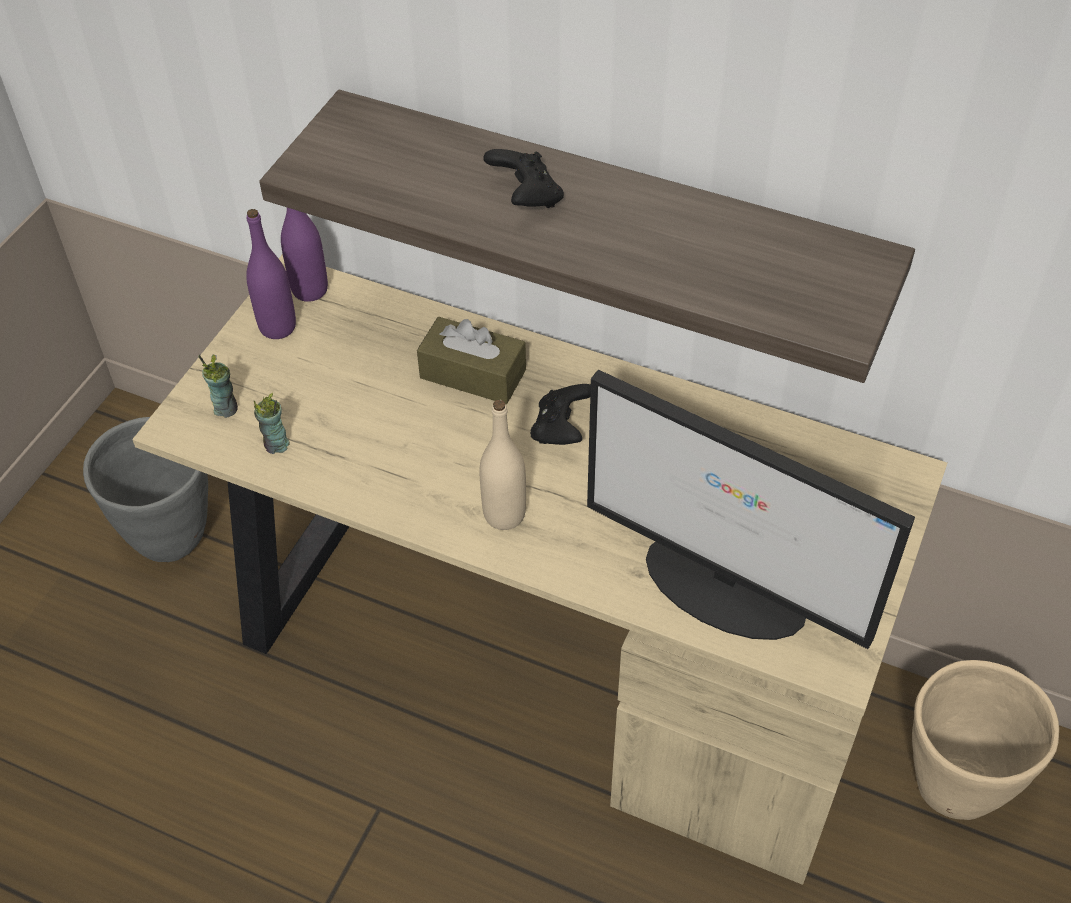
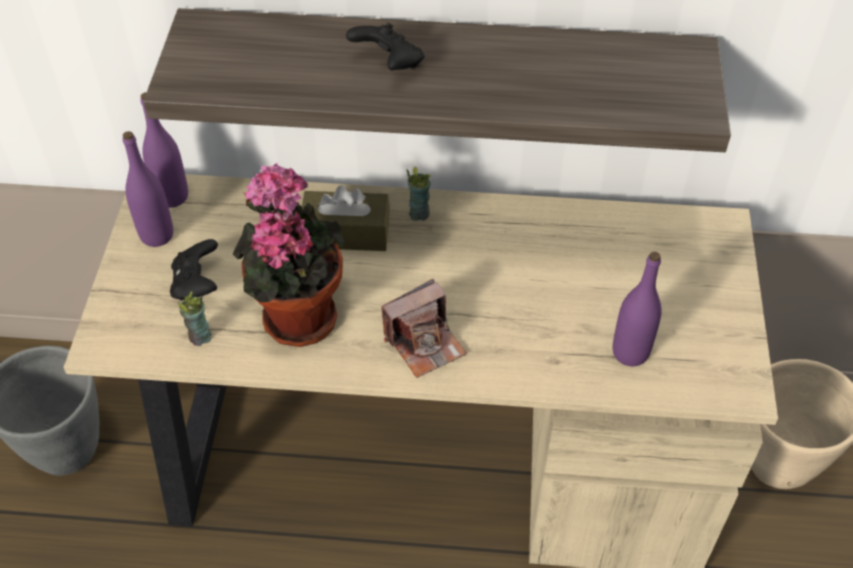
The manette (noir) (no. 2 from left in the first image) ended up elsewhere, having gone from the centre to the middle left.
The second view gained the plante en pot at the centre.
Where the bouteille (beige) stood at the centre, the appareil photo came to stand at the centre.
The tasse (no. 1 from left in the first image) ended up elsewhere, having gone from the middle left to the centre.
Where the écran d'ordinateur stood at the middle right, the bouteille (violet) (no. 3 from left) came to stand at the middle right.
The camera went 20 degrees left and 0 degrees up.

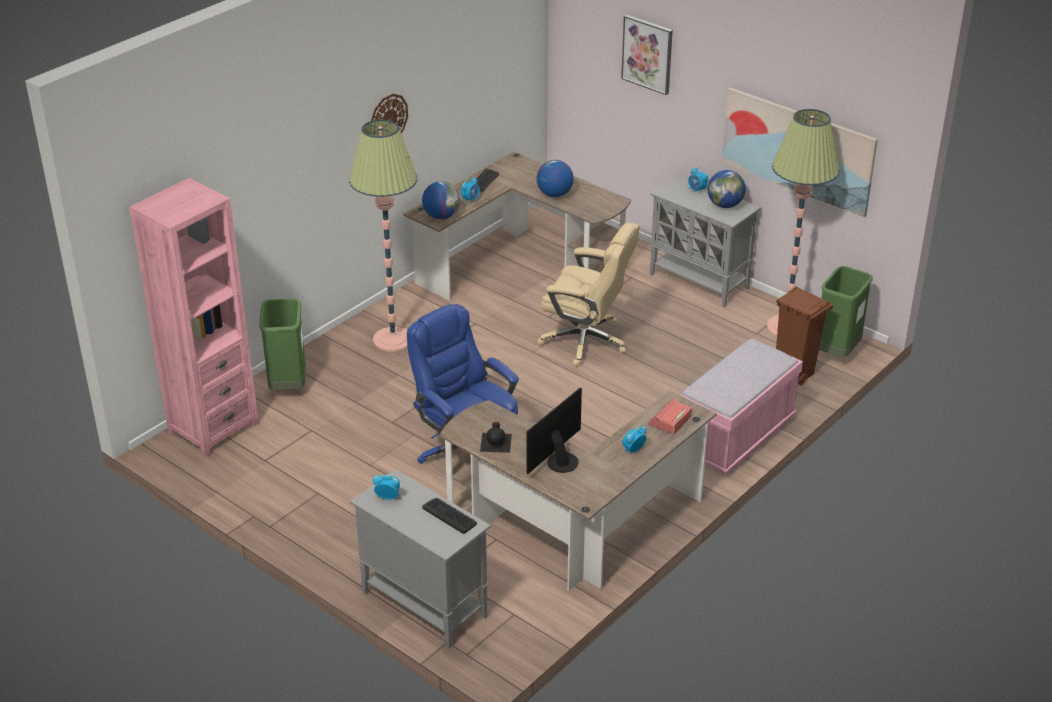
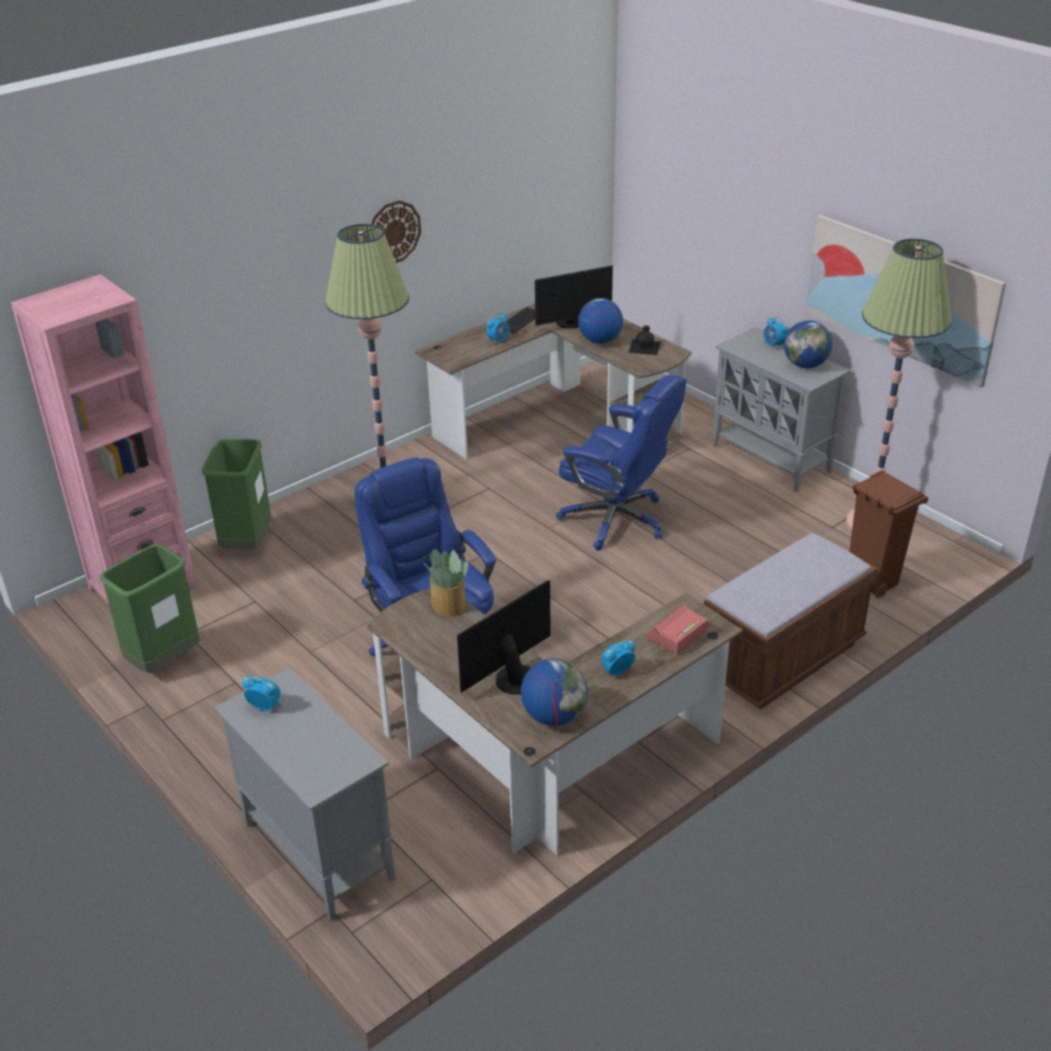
The poubelle (vert) (no. 2 from left in the first image) ended up elsewhere, having gone from the middle right to the middle left.
The second view gained the plante en pot at the centre.
The globe (no. 1 from left) ended up elsewhere, having gone from the top centre to the centre.
The second view gained the écran d'ordinateur (no. 2 from left) at the top centre.
What was the chaise de bureau (beige) at the centre turned into the chaise de bureau (bleu) (no. 2 from left) at the centre.
The bouteille (noir) ended up elsewhere, having gone from the centre to the top centre.
What was the banc (rose) at the middle right turned into the banc (marron) at the middle right.
The second view lost the clavier (no. 1 from left) at the bottom centre.
The second view lost the tableau (no. 1 from left) at the top centre.
The camera went 10 degrees right and 0 degrees up.

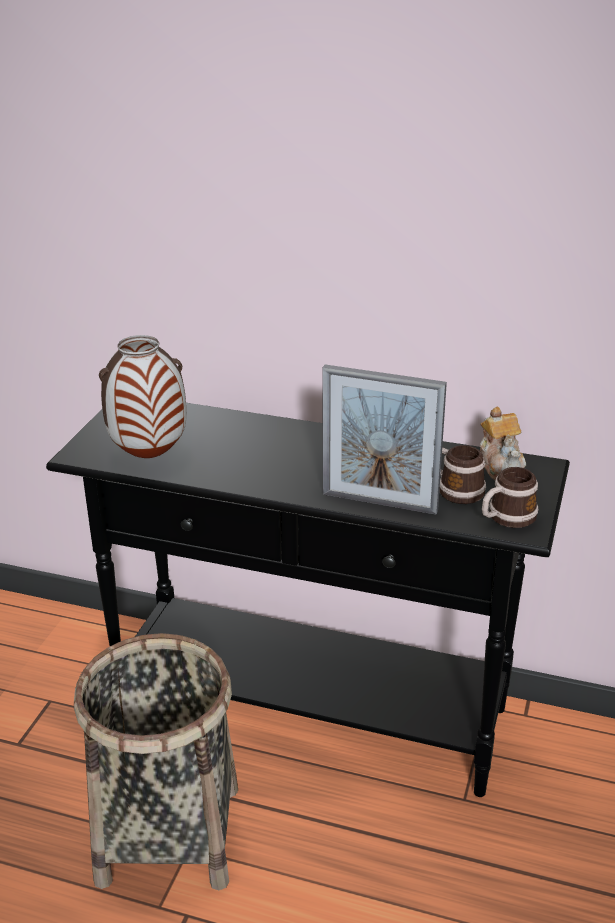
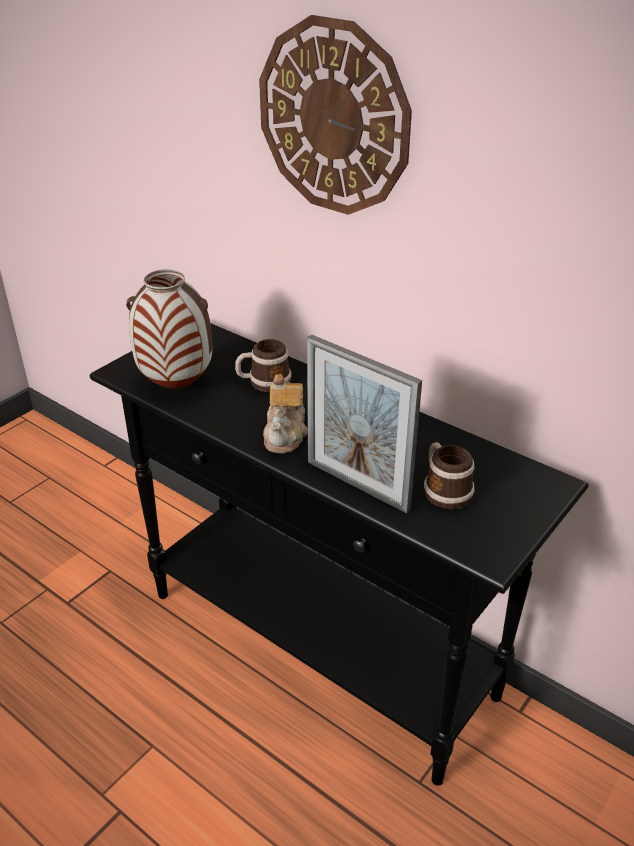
The mug (no. 2 from left in the first image) ended up elsewhere, having gone from the middle right to the centre.
The second view gained the horloge murale at the top centre.
The théière ended up elsewhere, having gone from the middle right to the centre.
The second view lost the panier at the bottom left.
The camera went 20 degrees right and 5 degrees up.

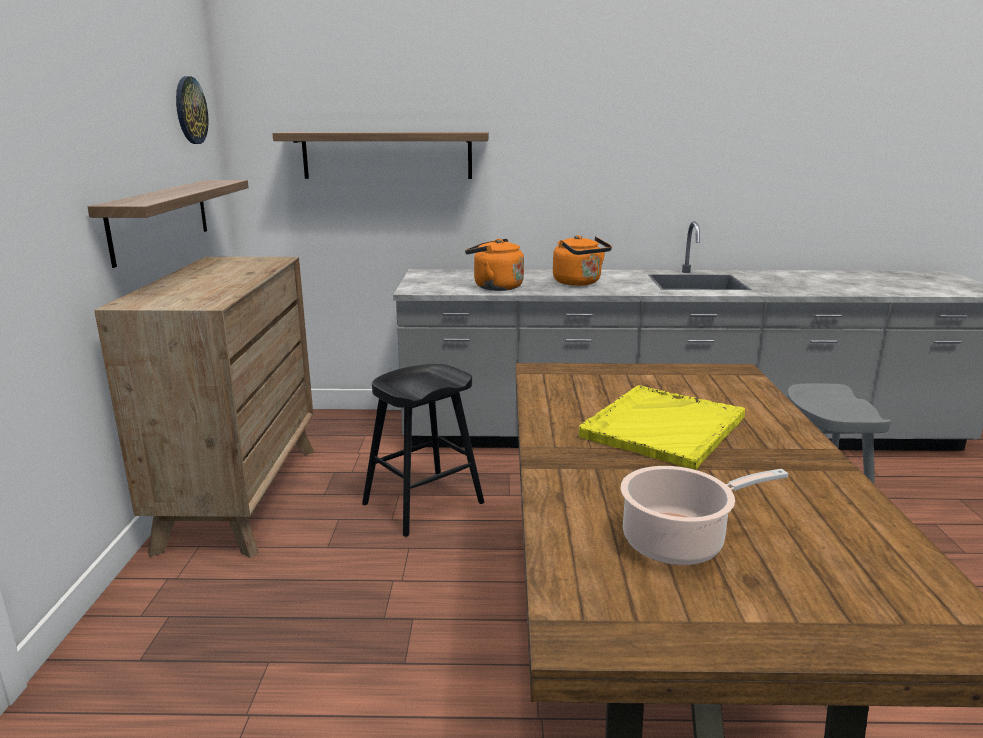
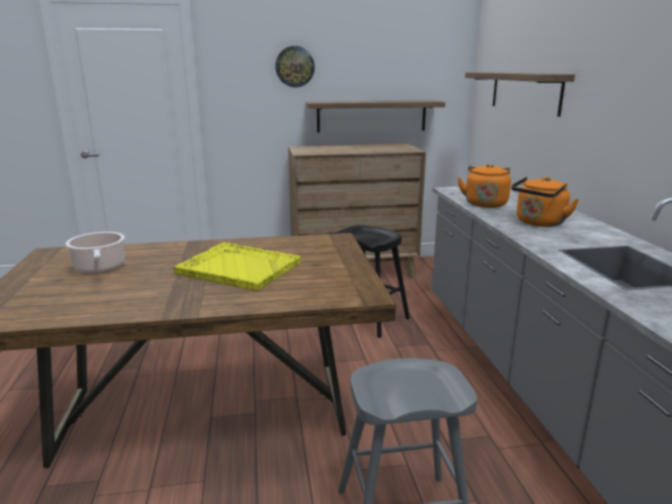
The horloge murale ended up elsewhere, having gone from the top left to the top centre.
The camera went 80 degrees right and 0 degrees up.

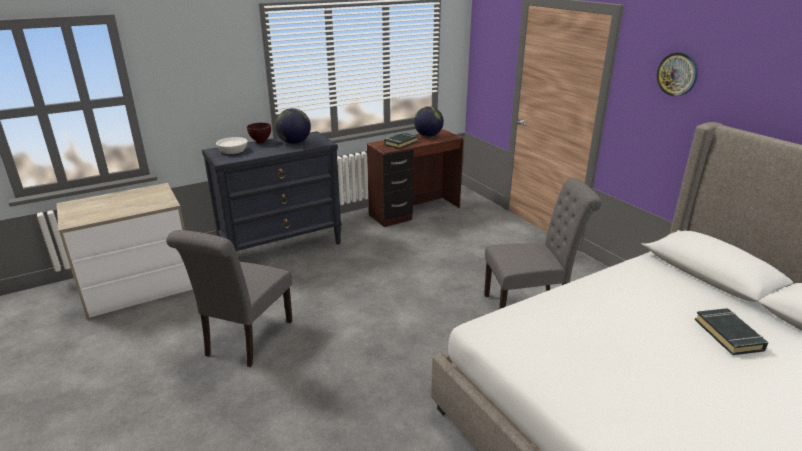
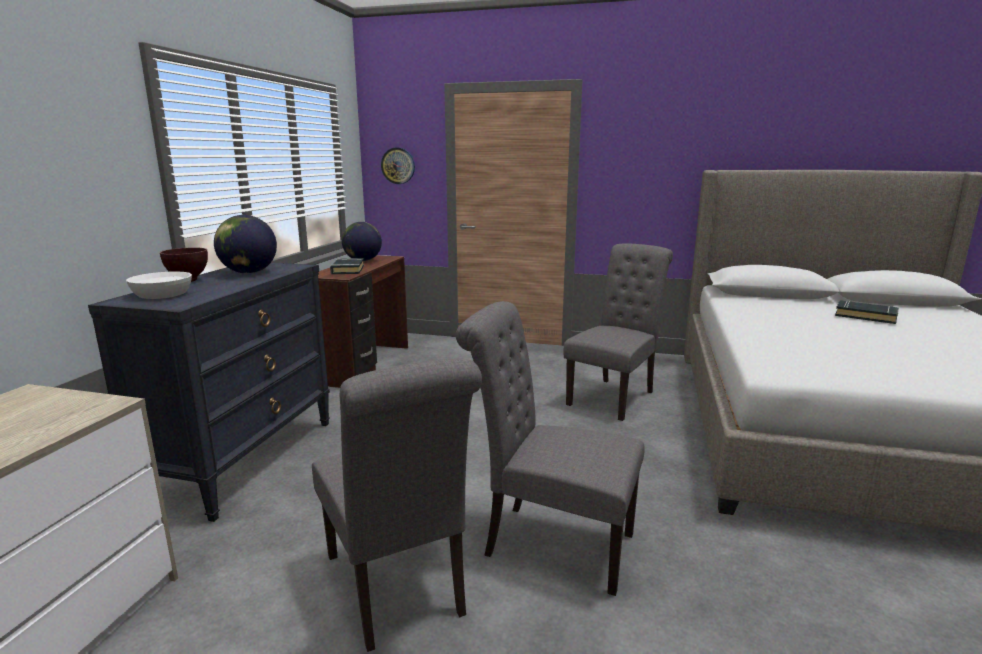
The horloge murale ended up elsewhere, having gone from the top right to the top centre.
The second view gained the chaise (gris) (no. 2 from left) at the bottom centre.
The camera went 45 degrees left and 10 degrees down.

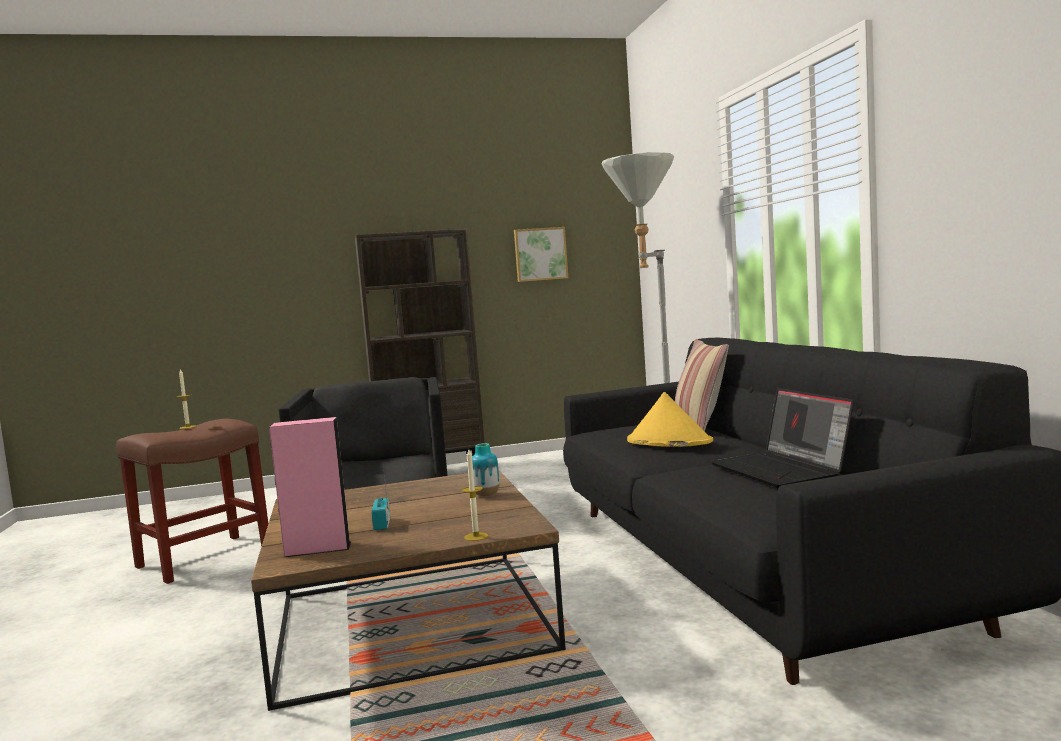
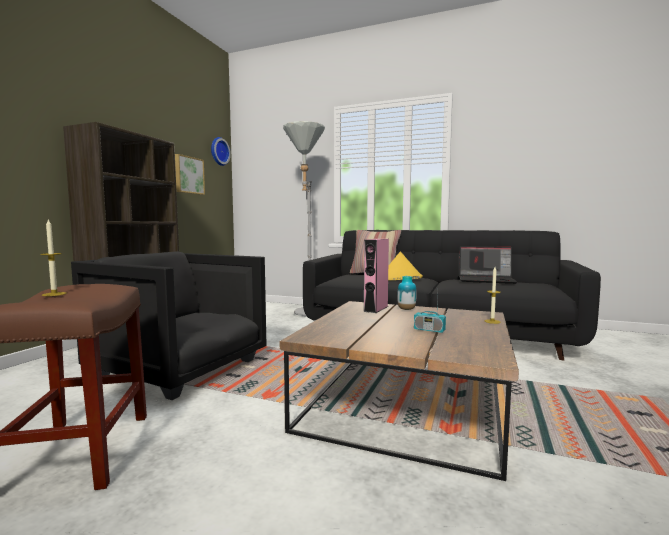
The second view gained the horloge murale at the top left.
The enceinte (rose) ended up elsewhere, having gone from the middle left to the centre.
The camera went 55 degrees left and 0 degrees up.

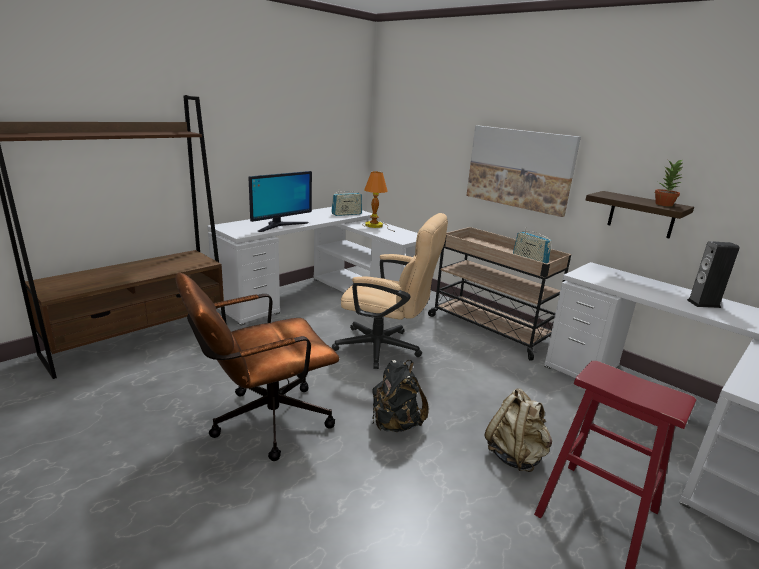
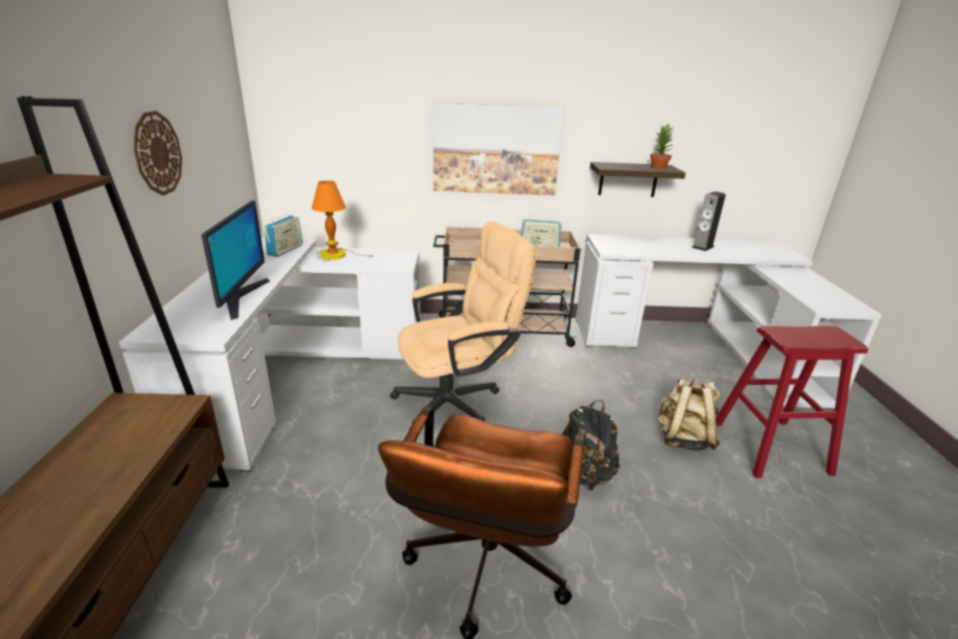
The second view gained the horloge murale at the top left.
The camera went 45 degrees left and 5 degrees up.

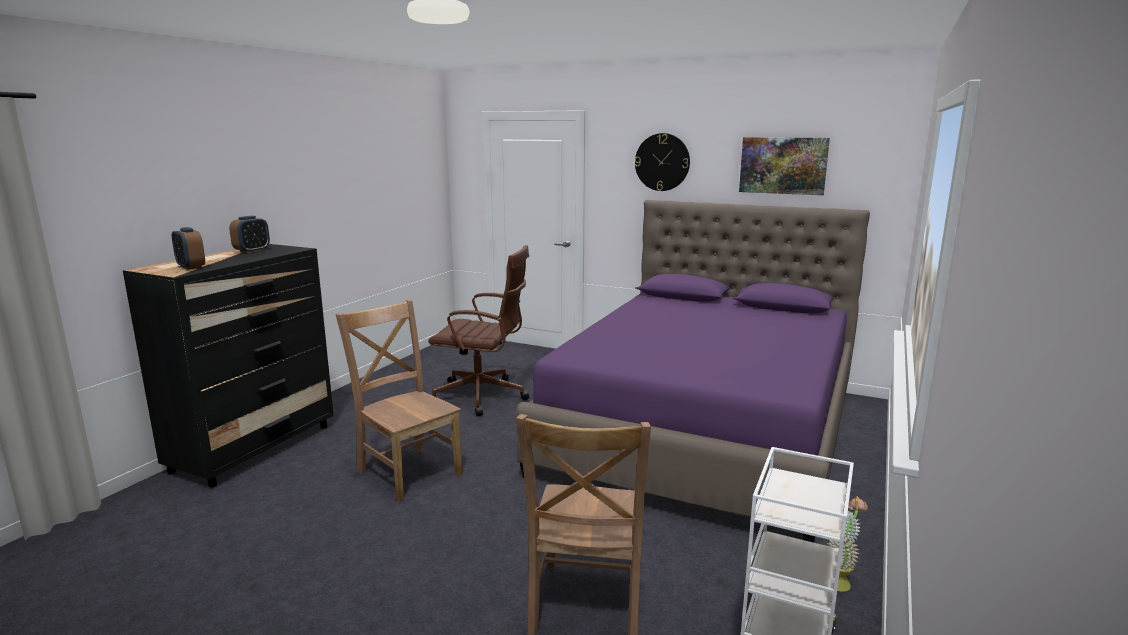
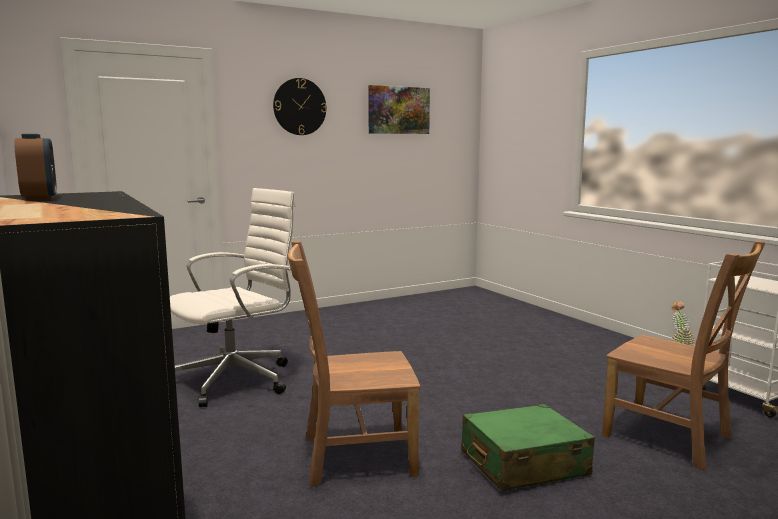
What was the chaise de bureau (marron) at the centre turned into the chaise de bureau (blanc) at the middle left.
The second view gained the valise (vert) at the bottom right.
The second view lost the réveil (no. 1 from left) at the middle left.
The second view lost the lit (violet) at the centre.
The camera went 55 degrees left and 5 degrees down.

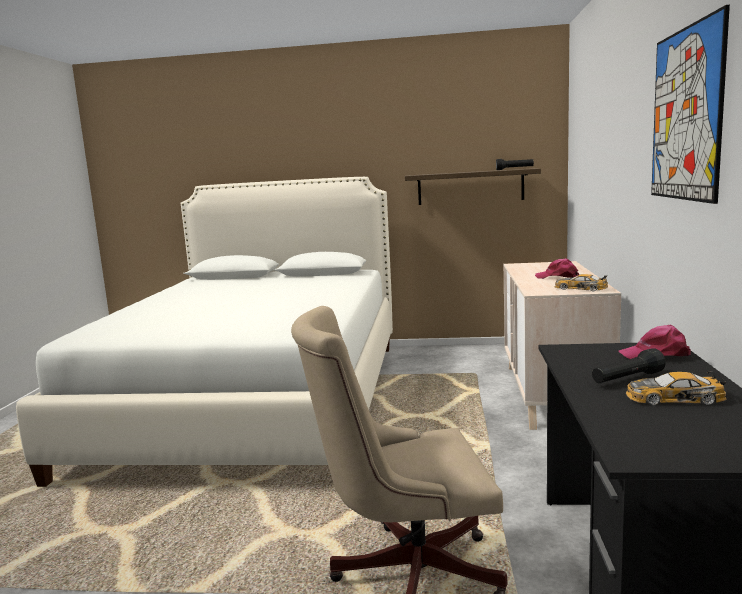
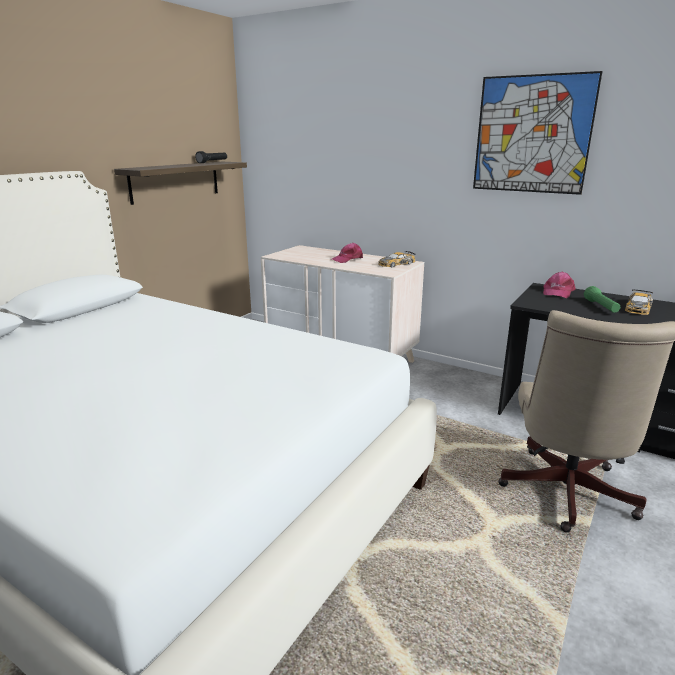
What was the lampe de poche (noir) (no. 2 from left) at the middle right turned into the lampe de poche (vert) at the middle right.
The camera went 65 degrees left and 10 degrees up.

